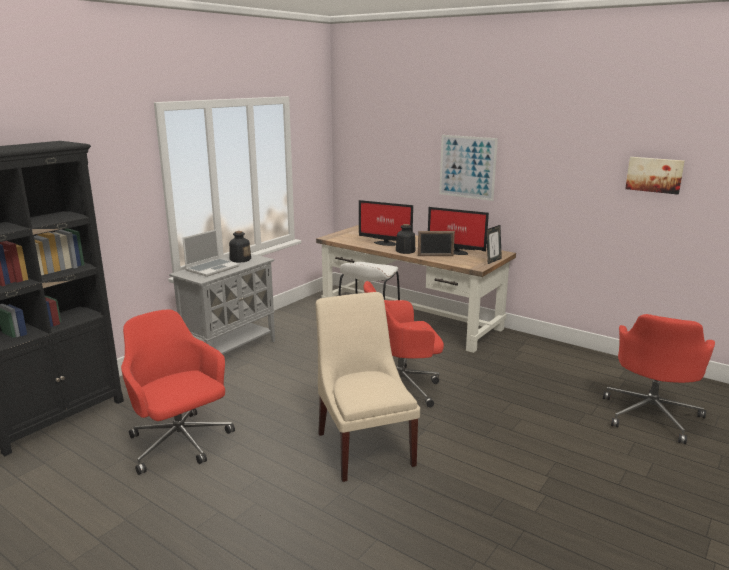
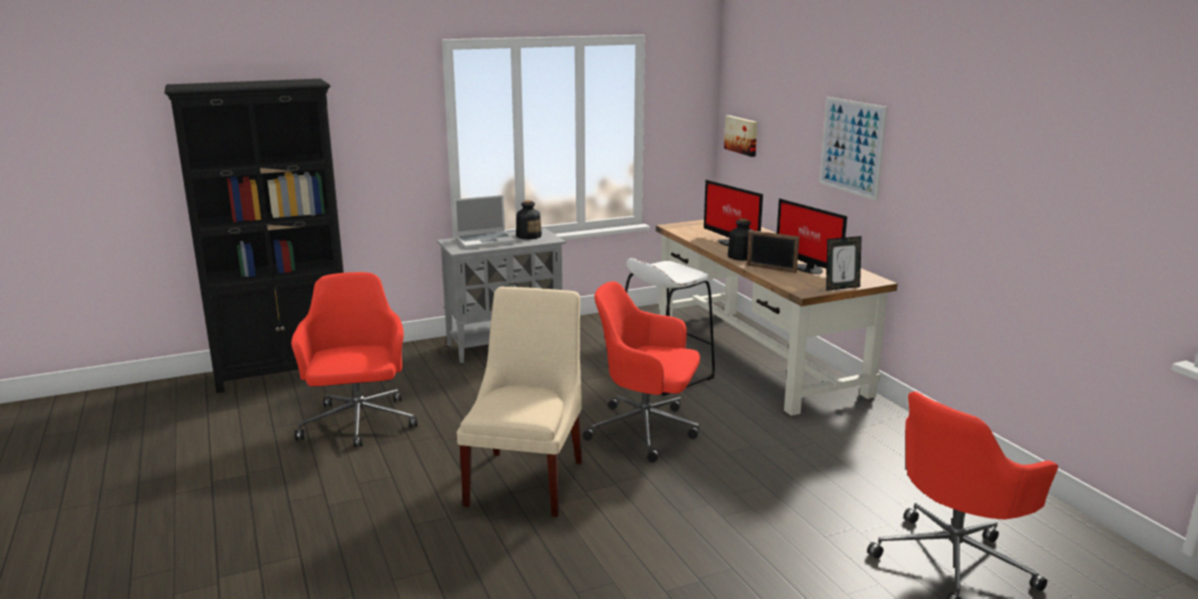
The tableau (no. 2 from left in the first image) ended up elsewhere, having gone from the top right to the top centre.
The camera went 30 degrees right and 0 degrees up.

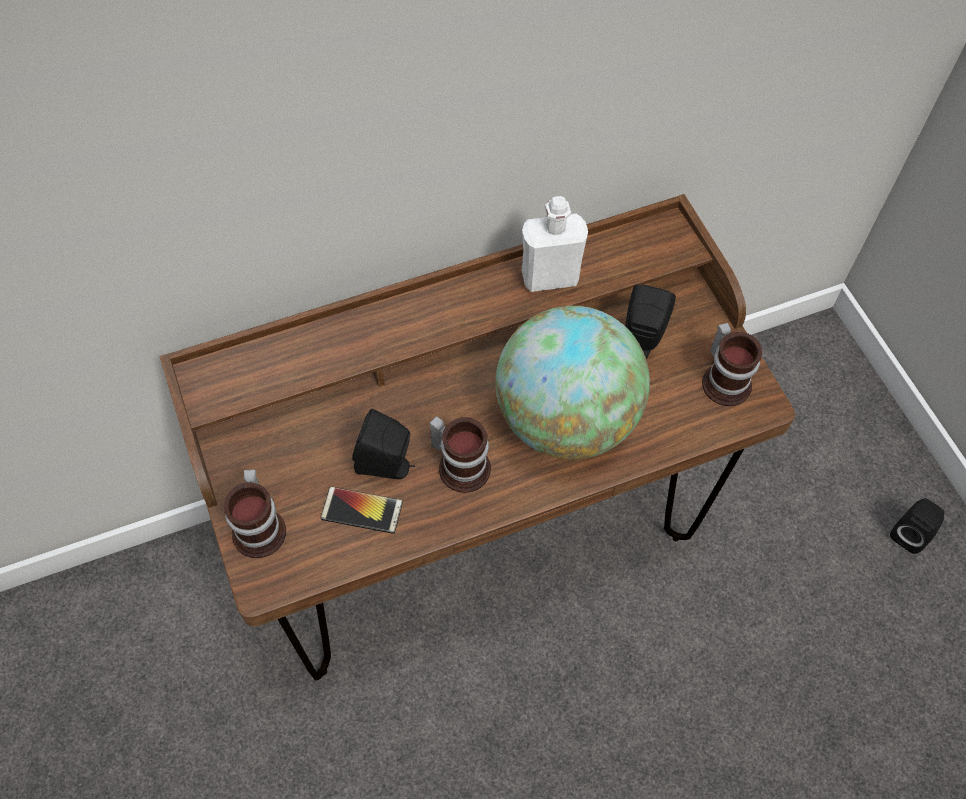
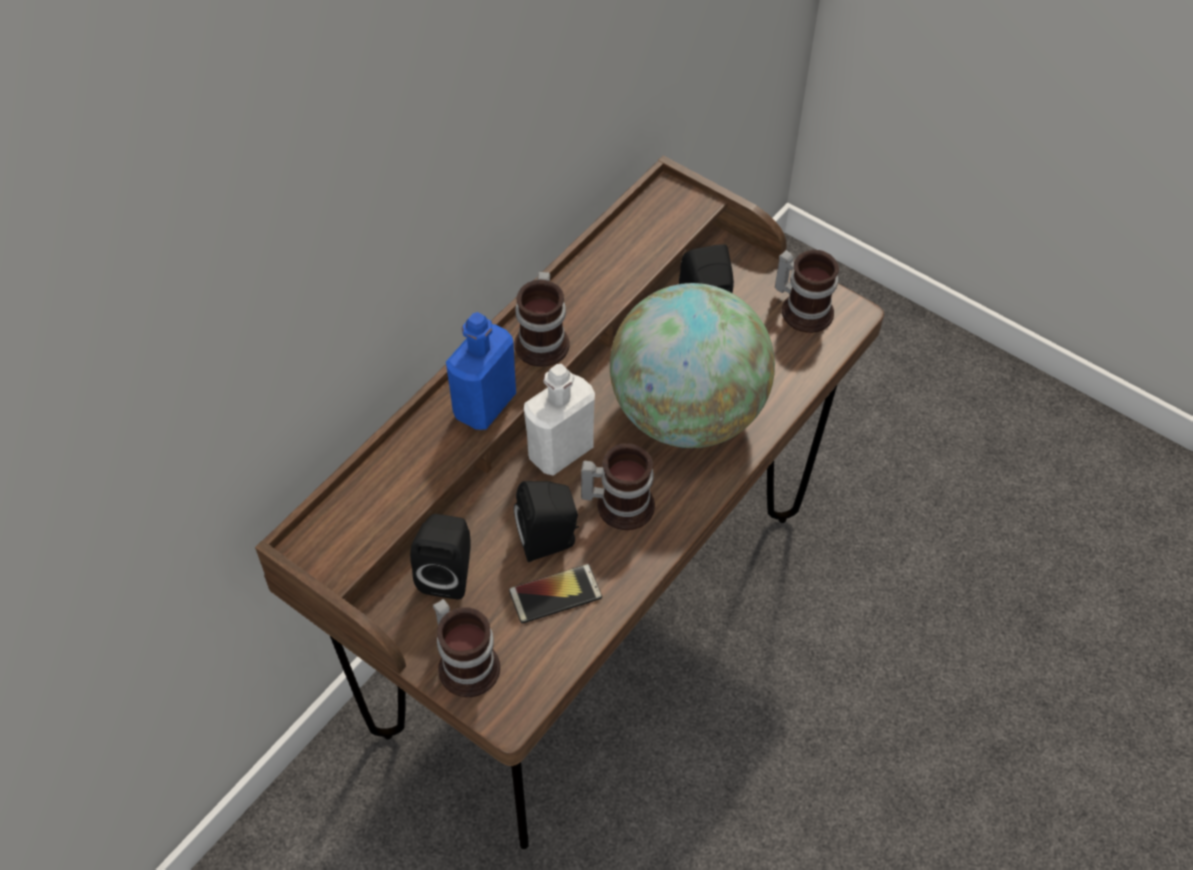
The enceinte (noir) (no. 3 from left in the first image) ended up elsewhere, having gone from the middle right to the centre.
The second view gained the bouteille (bleu) at the centre.
The second view gained the mug (no. 2 from left) at the centre.
The bouteille (blanc) ended up elsewhere, having gone from the top centre to the centre.
The camera went 30 degrees left and 5 degrees down.

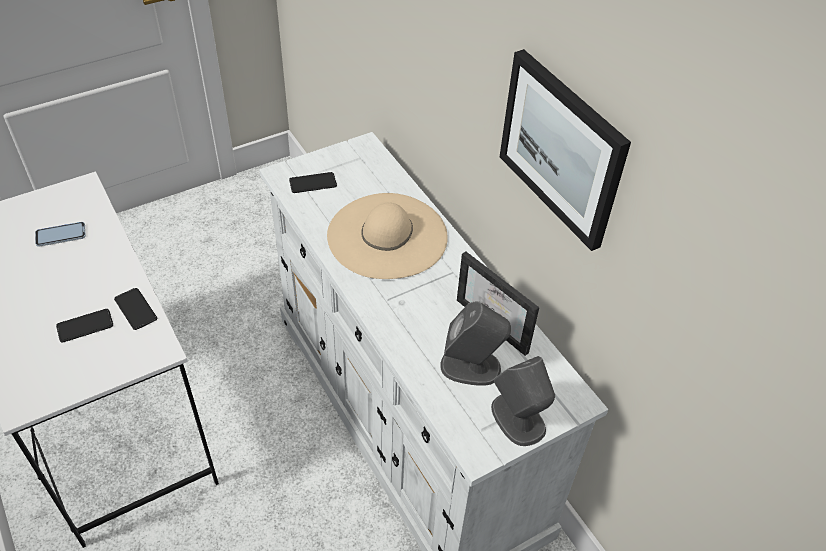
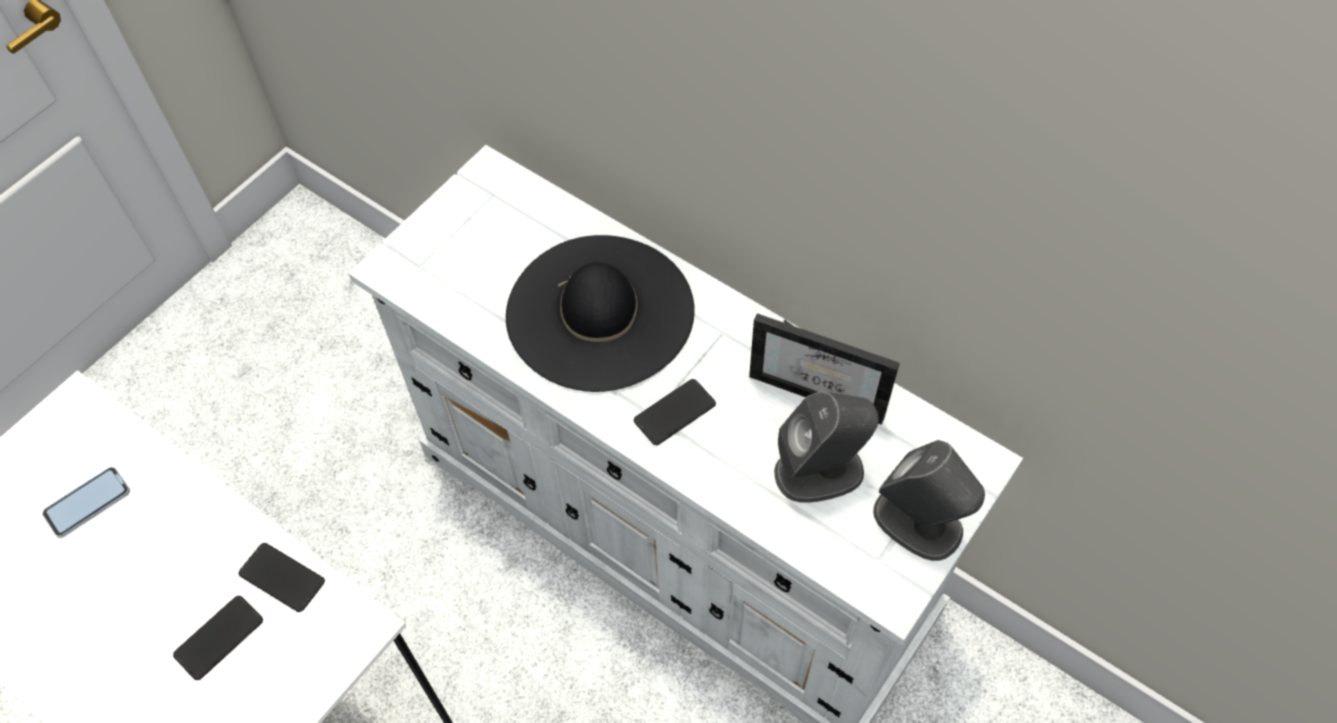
What was the chapeau (beige) at the centre turned into the chapeau (noir) at the centre.
The téléphone (no. 4 from left) ended up elsewhere, having gone from the top centre to the centre.
The second view lost the tableau at the top right.
The camera went 20 degrees left and 10 degrees up.

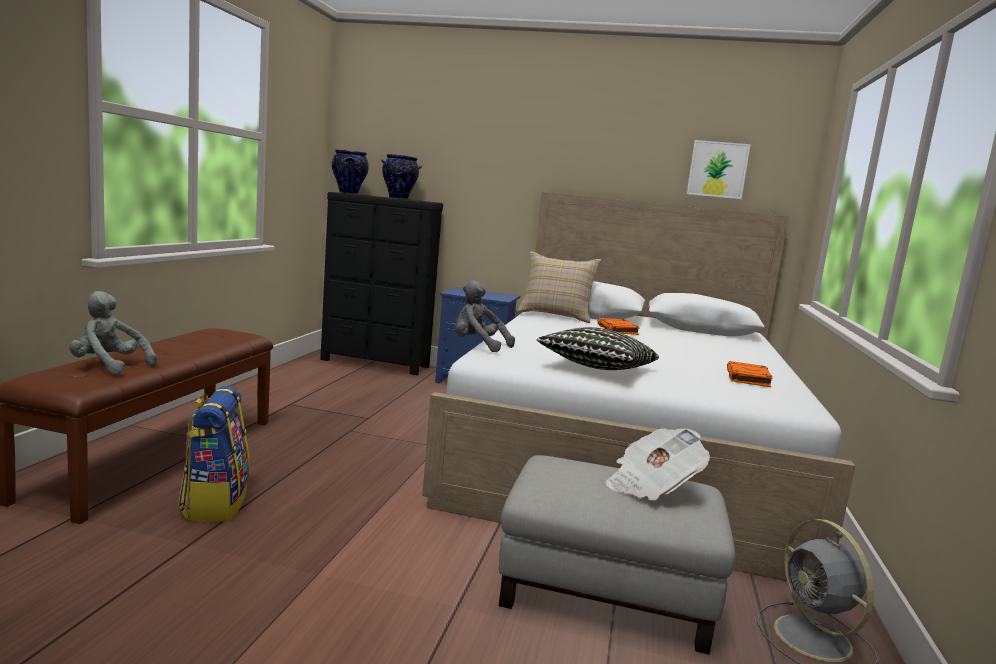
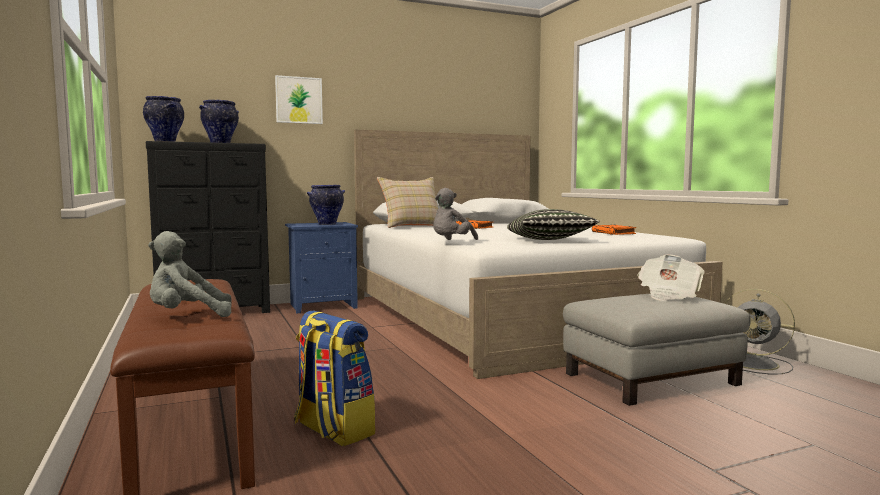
The tableau ended up elsewhere, having gone from the top right to the top centre.
The second view gained the vase (no. 3 from left) at the centre.
The peluche (gris) (no. 2 from left) at the centre ended up facing another way, 45 degrees counterclockwise from before.
The camera went 35 degrees left and 5 degrees down.

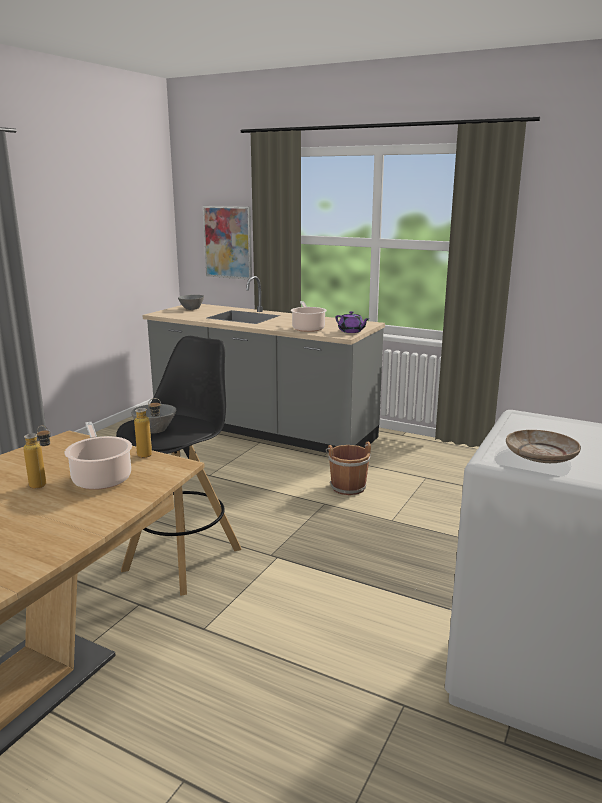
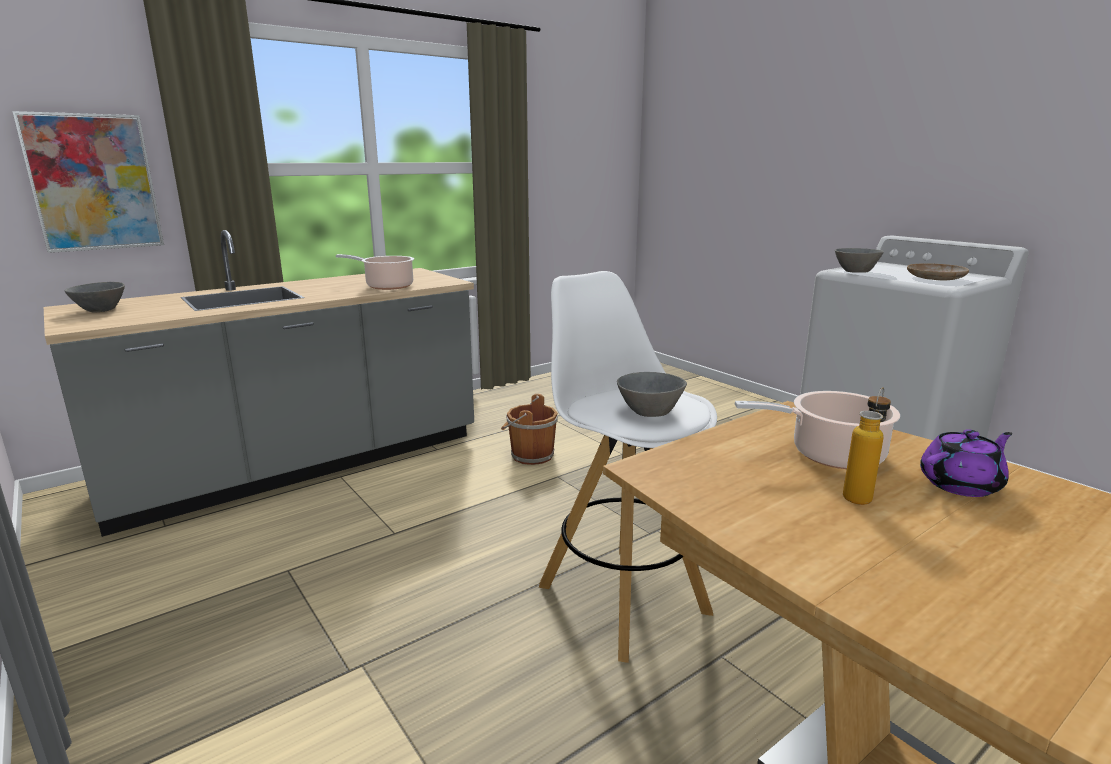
What was the tabouret (noir) at the middle left turned into the tabouret (blanc) at the centre.
The second view gained the bol (gris) (no. 3 from left) at the middle right.
The théière (violet) ended up elsewhere, having gone from the centre to the middle right.
The second view lost the bouteille (no. 2 from left) at the middle left.
The camera went 65 degrees left and 0 degrees up.

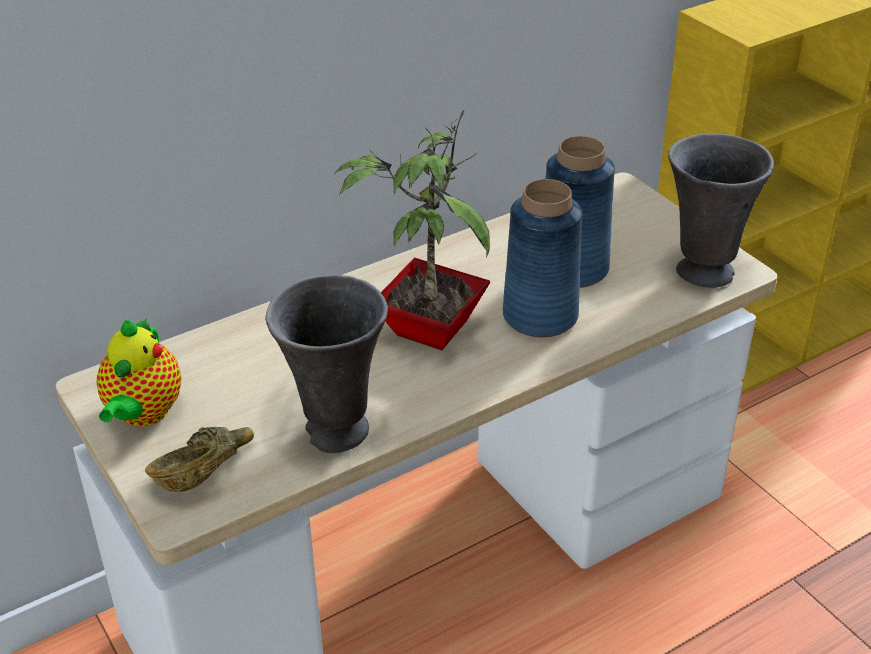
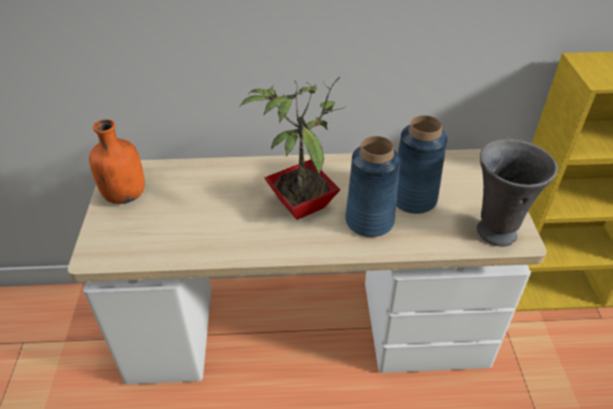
Where the théière stood at the middle left, the bouteille (orange) came to stand at the middle left.
The second view lost the bol (marron) at the bottom left.
The second view lost the vase (gris) (no. 1 from left) at the centre.
The camera went 30 degrees right and 5 degrees up.

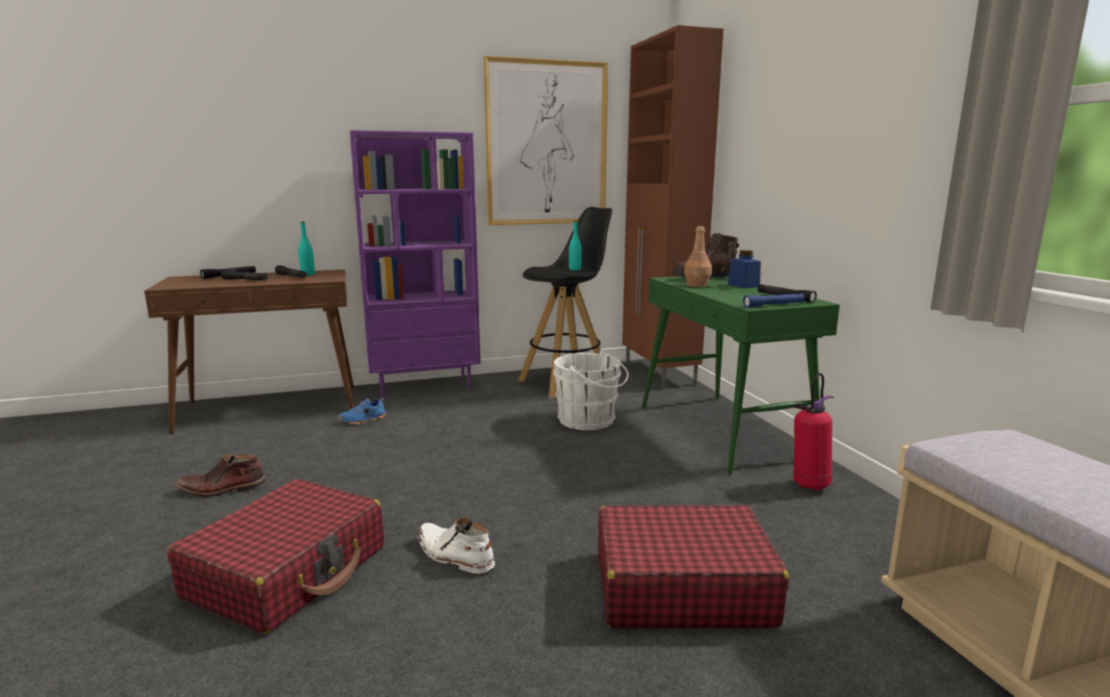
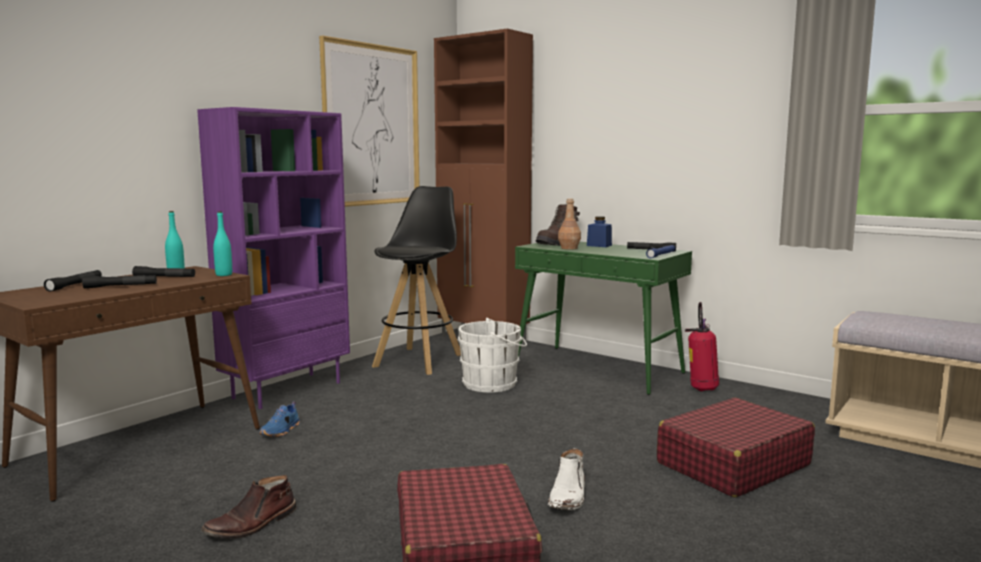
The bouteille (turquoise) (no. 2 from left) ended up elsewhere, having gone from the centre to the middle left.
The botte (blanc) at the bottom centre ended up facing another way, 75 degrees counterclockwise from before.
The camera went 35 degrees left and 5 degrees down.

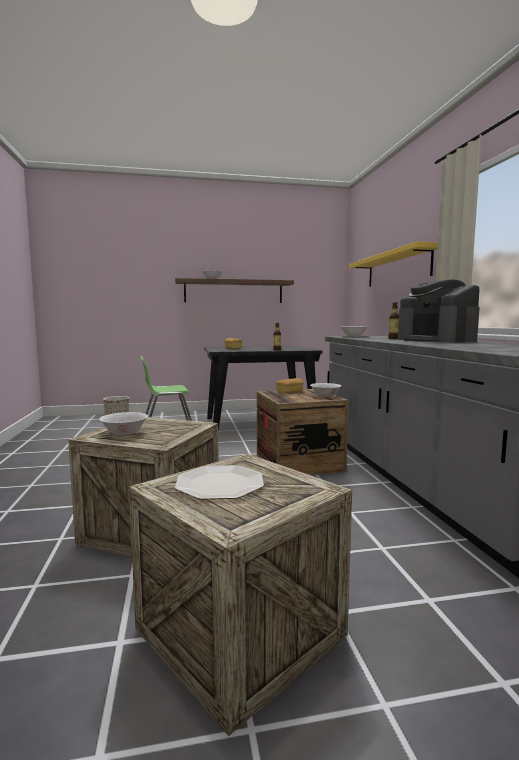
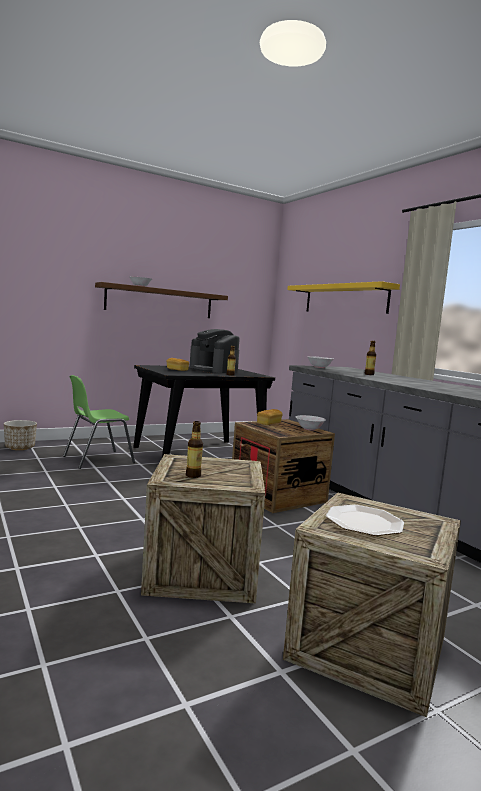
Where the bol (blanc) (no. 1 from left) stood at the middle left, the bouteille (no. 1 from left) came to stand at the centre.
The machine à café ended up elsewhere, having gone from the middle right to the centre.
The camera went 20 degrees left and 0 degrees up.

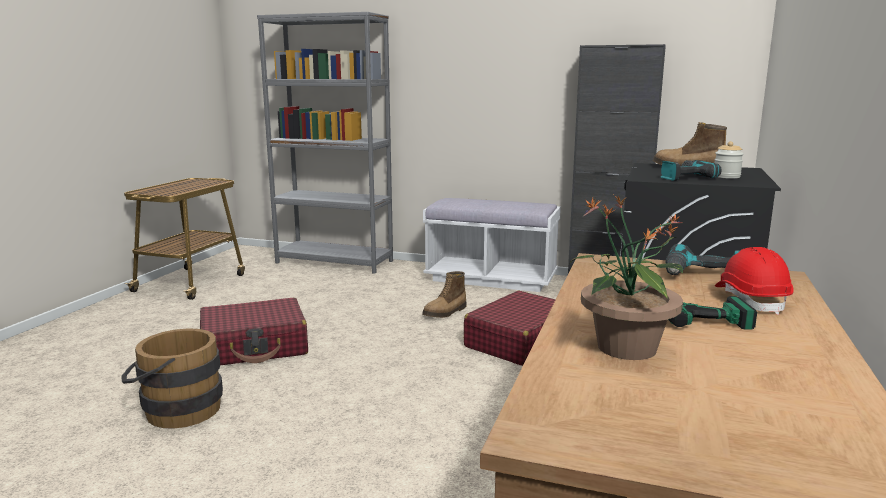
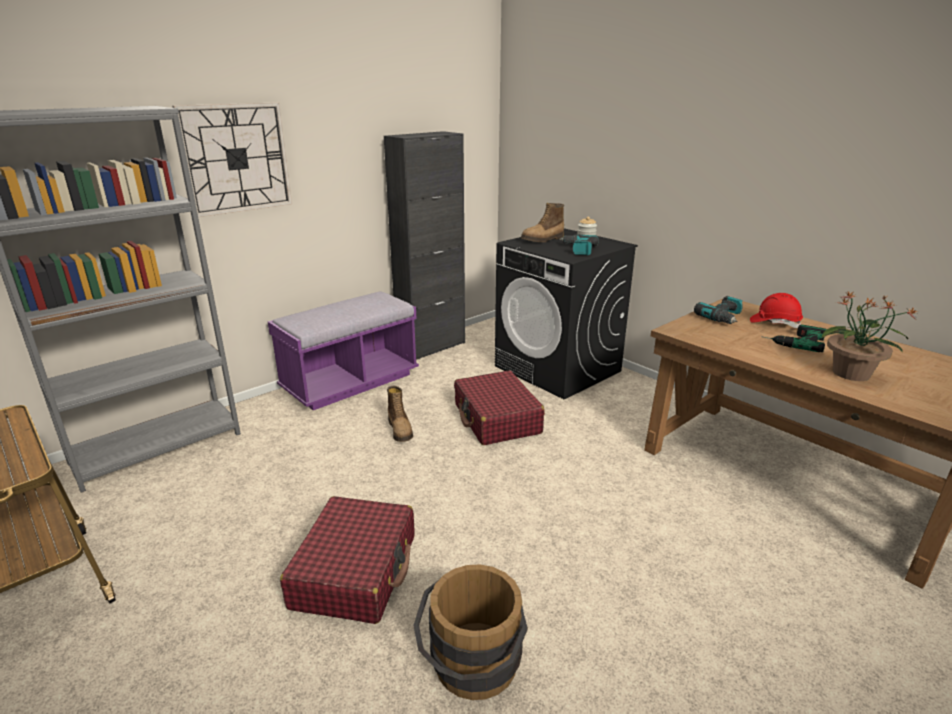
The second view gained the horloge murale at the top left.
What was the banc (blanc) at the centre turned into the banc (violet) at the centre.
The camera went 60 degrees left and 10 degrees up.

